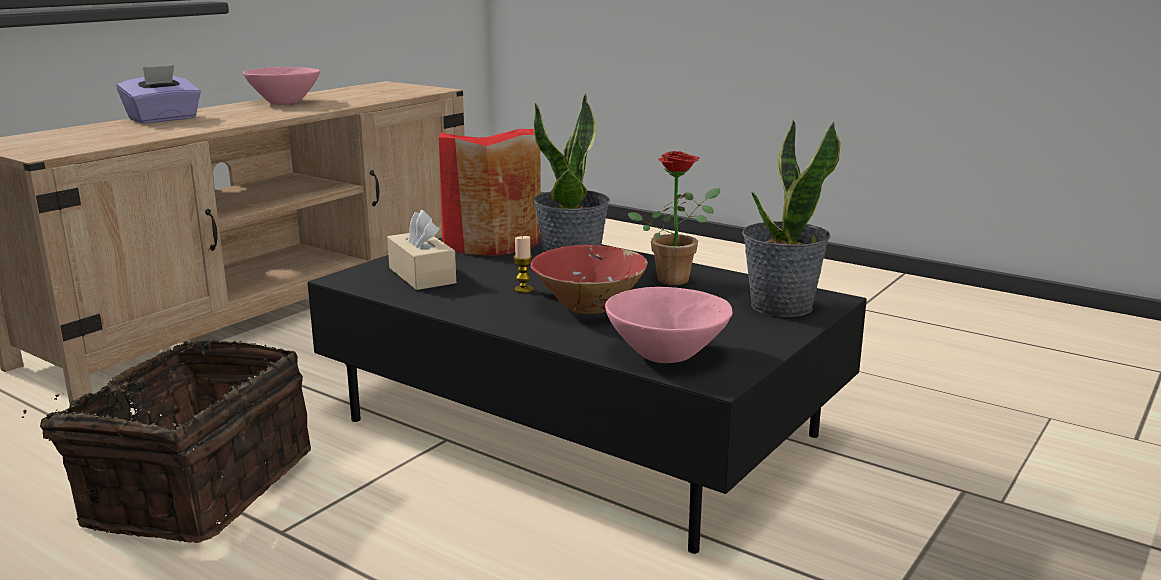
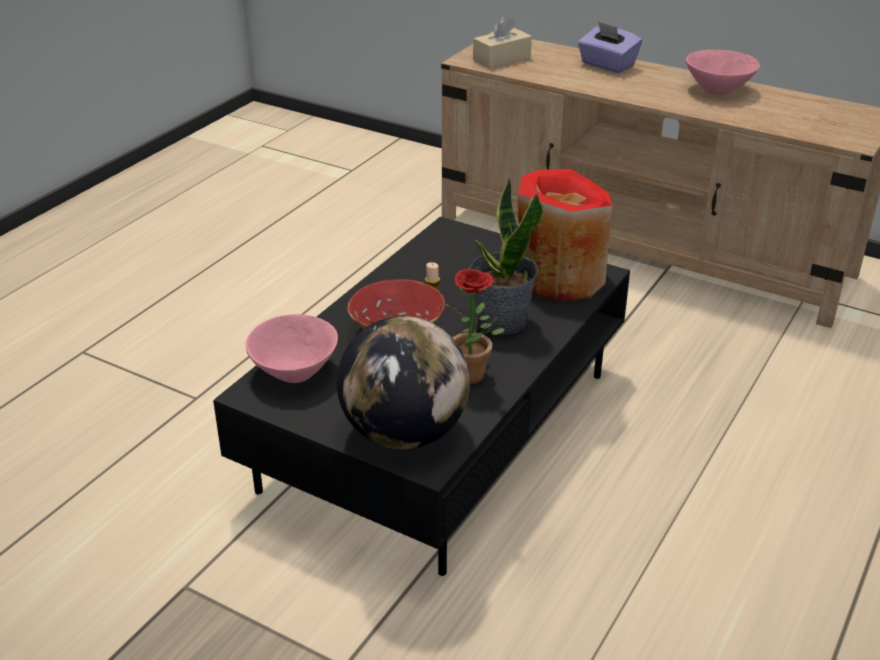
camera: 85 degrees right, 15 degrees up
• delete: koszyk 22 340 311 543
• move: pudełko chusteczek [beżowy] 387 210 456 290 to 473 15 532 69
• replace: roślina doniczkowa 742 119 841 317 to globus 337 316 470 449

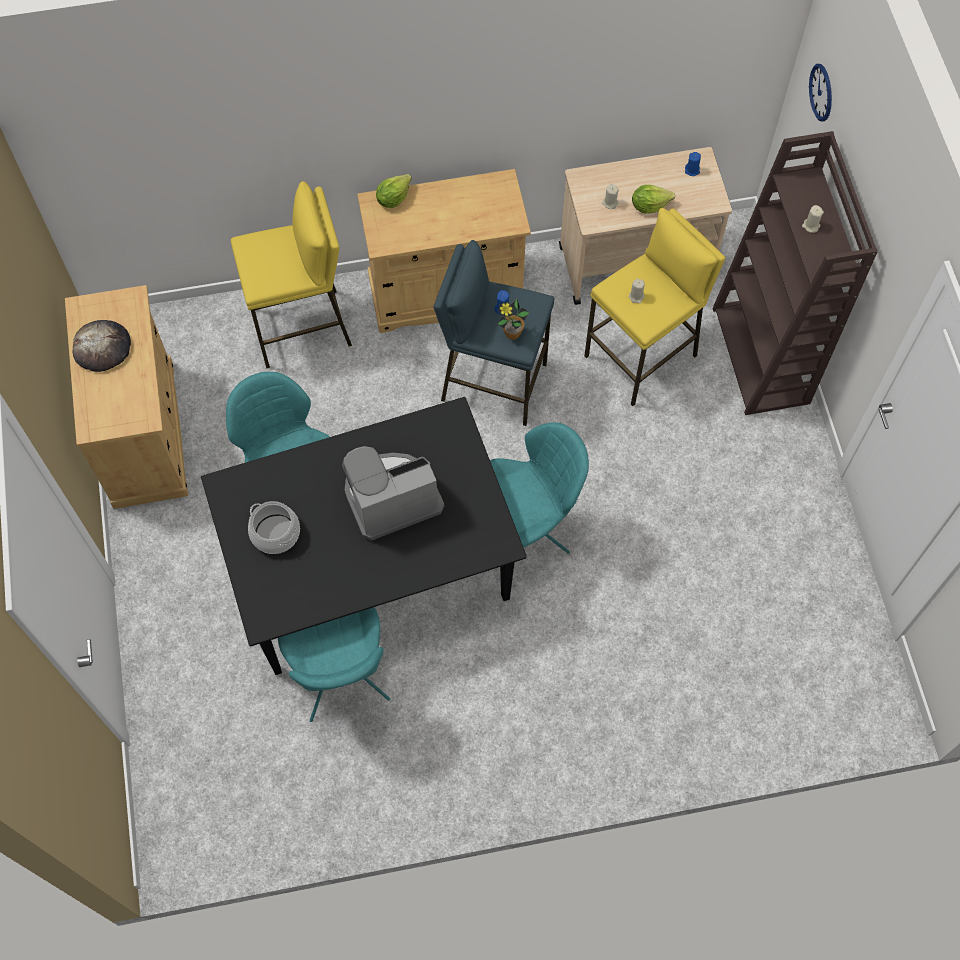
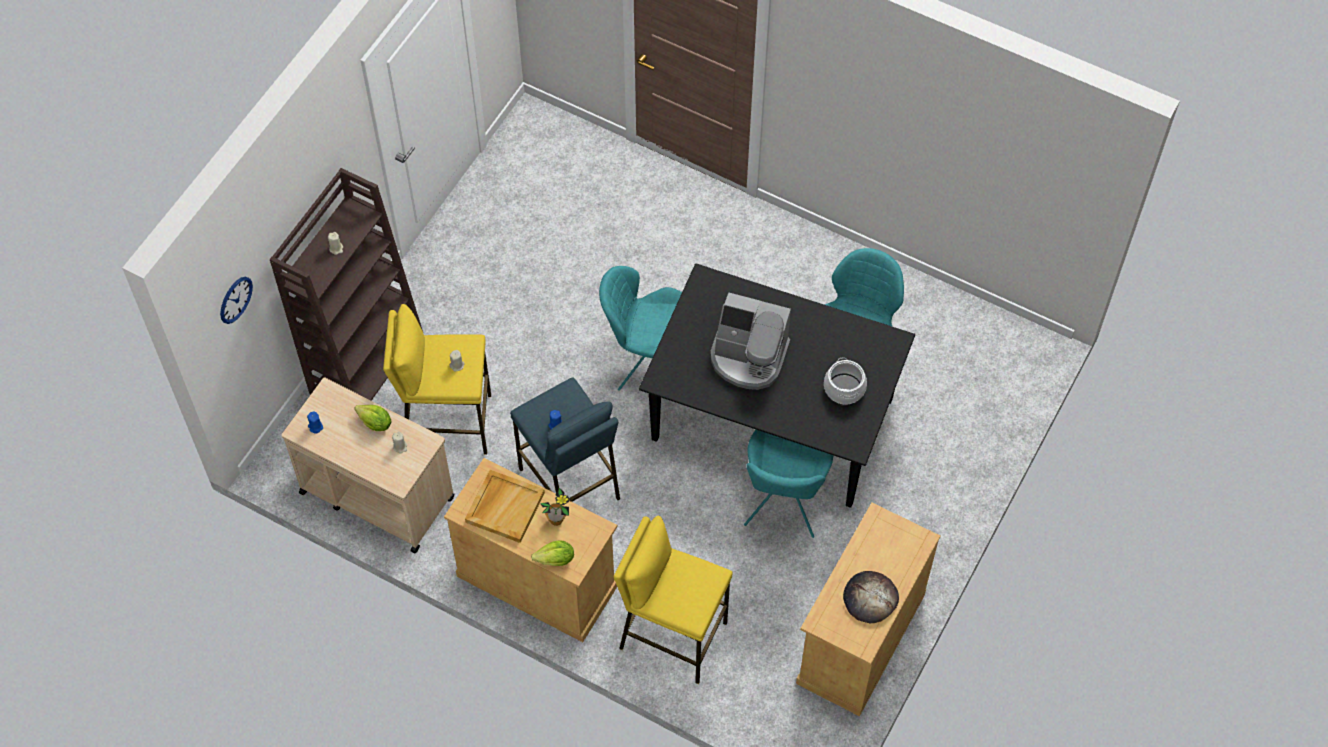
camera: 140 degrees left, 5 degrees down
• move: roślina doniczkowa 498 299 529 340 to 540 488 569 526
• insert: taca [beżowy] 465 470 545 543

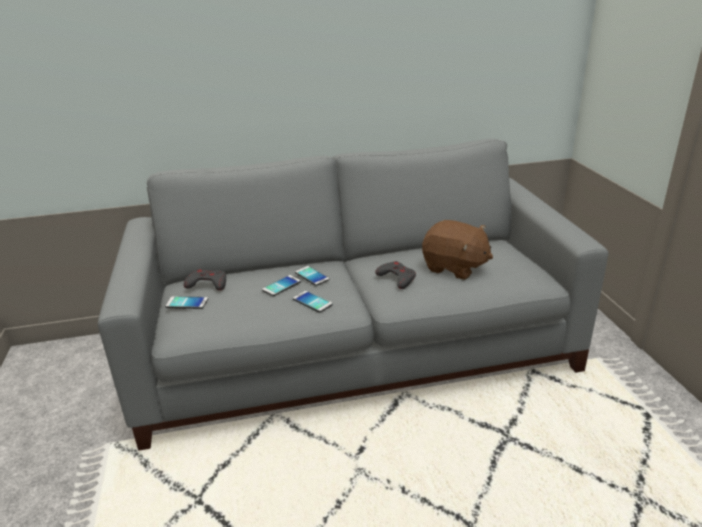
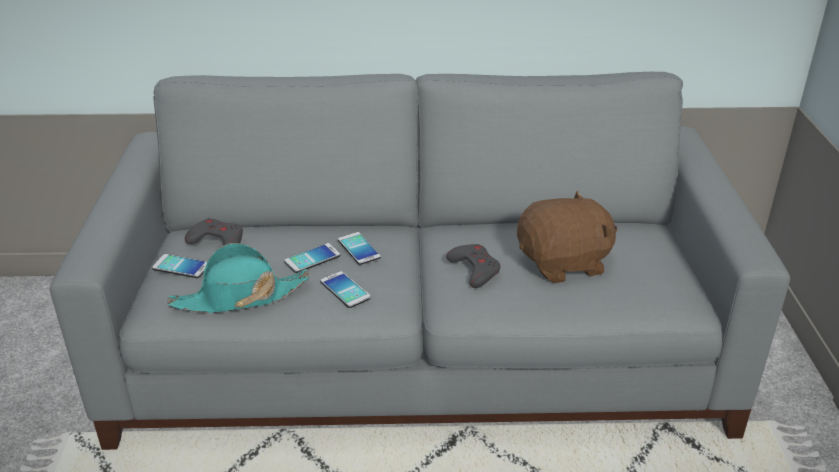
camera: 10 degrees right, 5 degrees up
• rotate: pluszak [brązowy] 422 220 493 280 = 517 191 617 283 60 degrees counterclockwise
• insert: kapelusz [turkusowy] 167 243 310 313

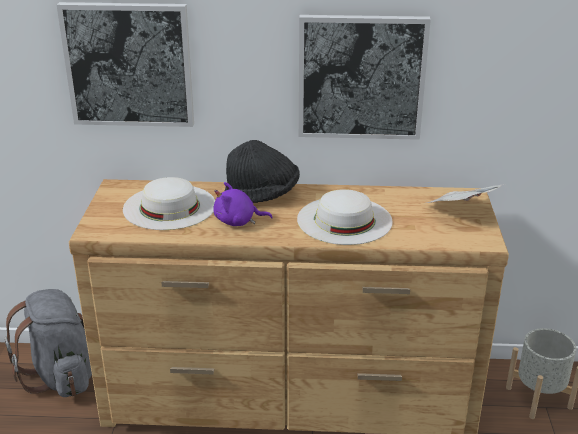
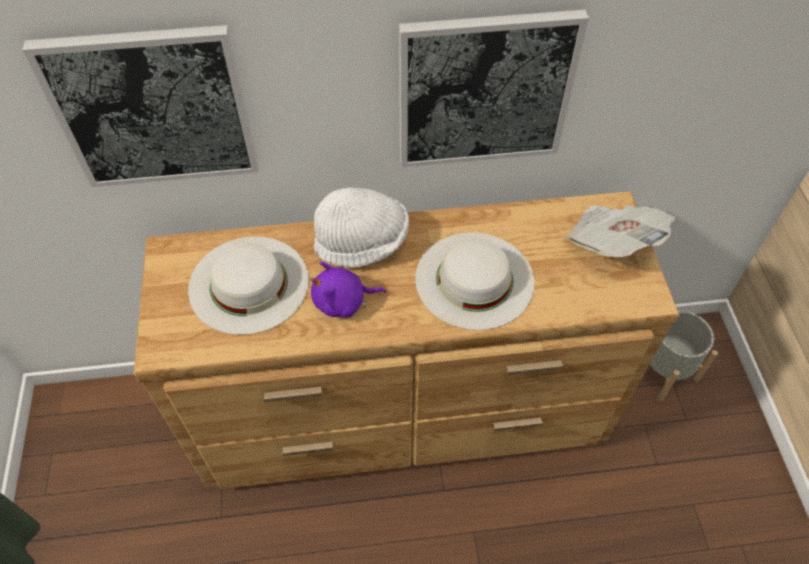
camera: 10 degrees left, 25 degrees up
• delete: plecak [szary] 5 289 92 397
• recolor: kapelusz [czarny] 225 140 300 203 to kapelusz [biały] 314 187 409 268

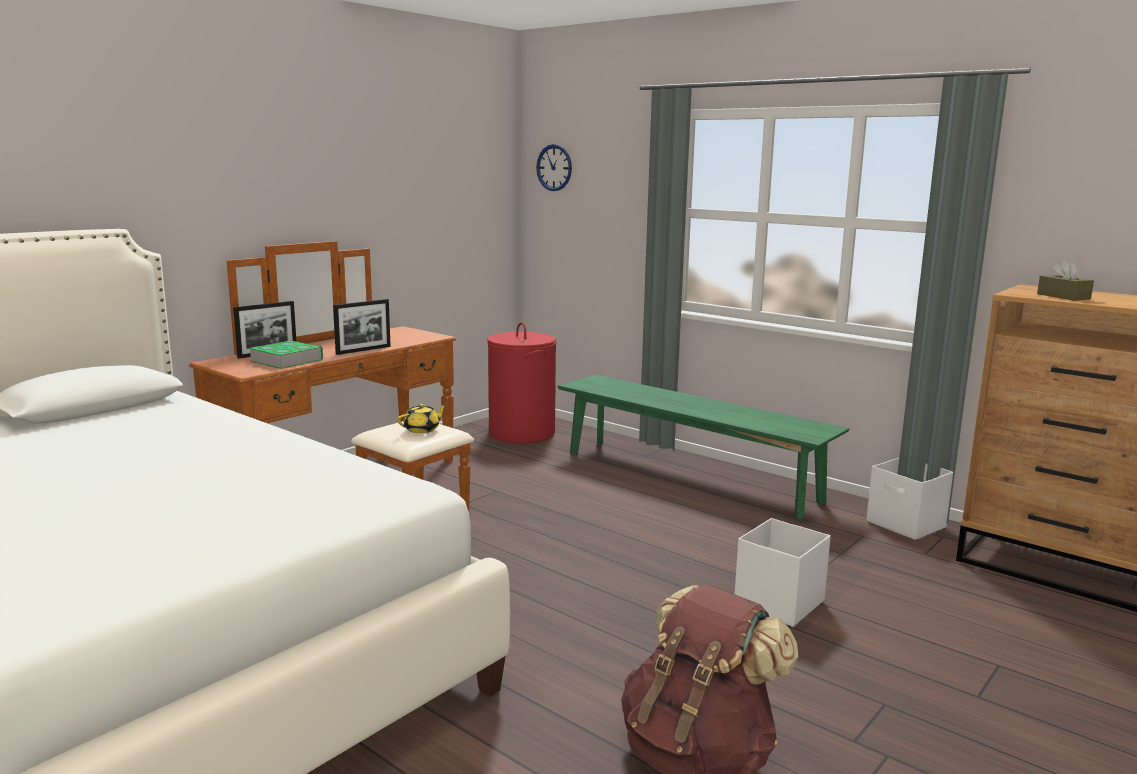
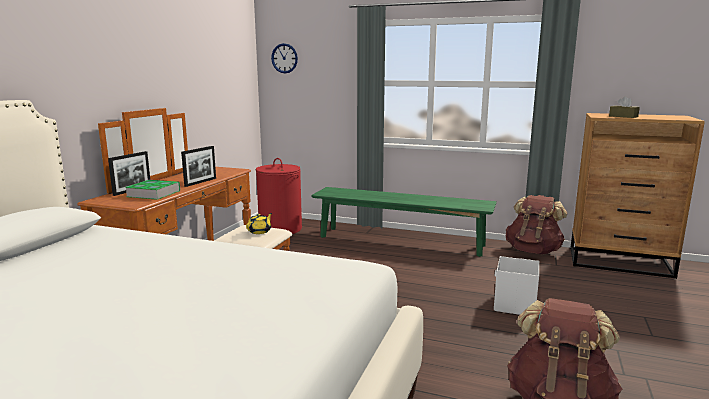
camera: 20 degrees left, 0 degrees up
• replace: pojemnik do przechowywania [biały] 866 458 953 540 to plecak [brązowy] 506 195 567 254

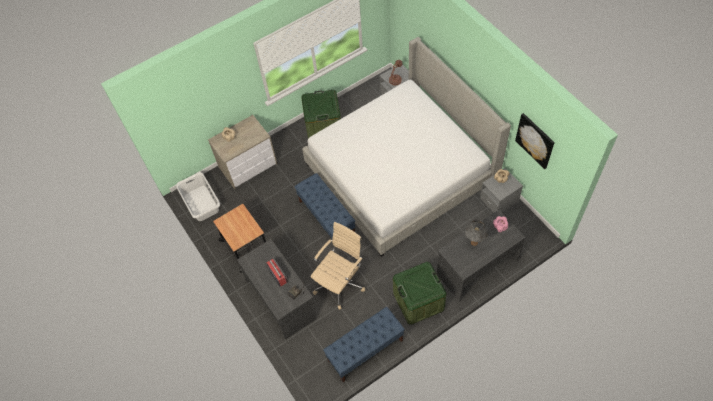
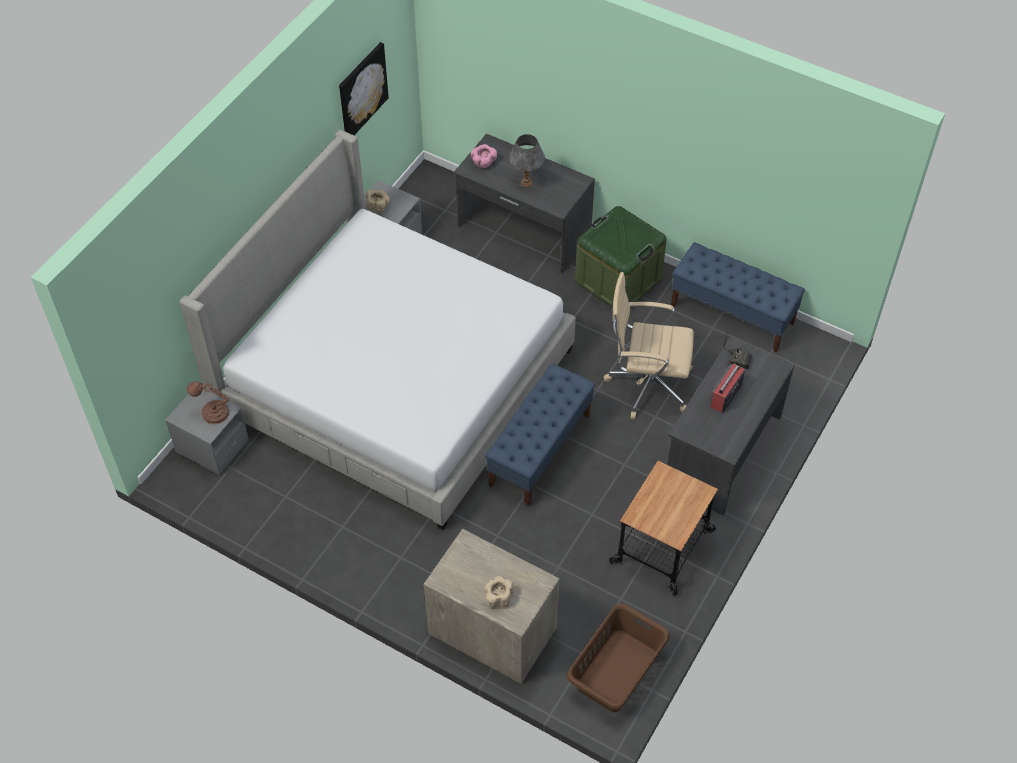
camera: 120 degrees left, 5 degrees down
• recolor: kosz na pranie [biały] 176 172 220 221 to kosz na pranie [brązowy] 567 603 670 712
• delete: pojemnik do przechowywania [zielony] 301 90 341 138

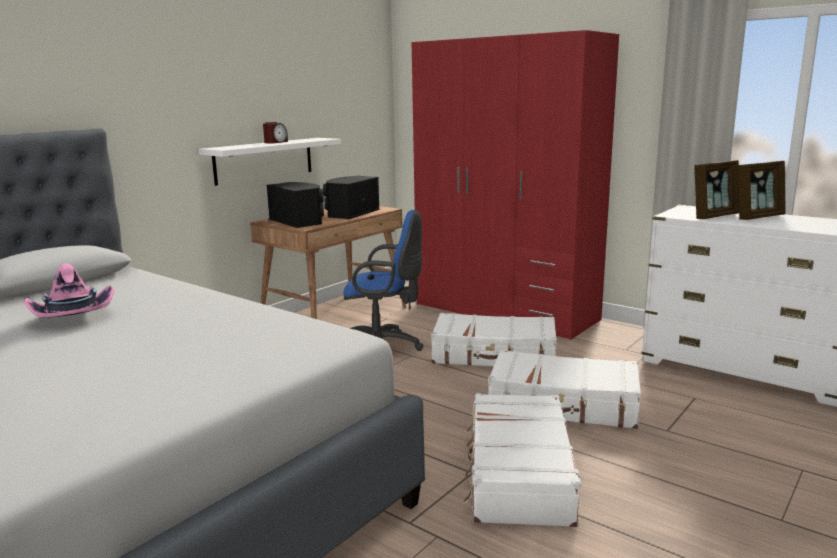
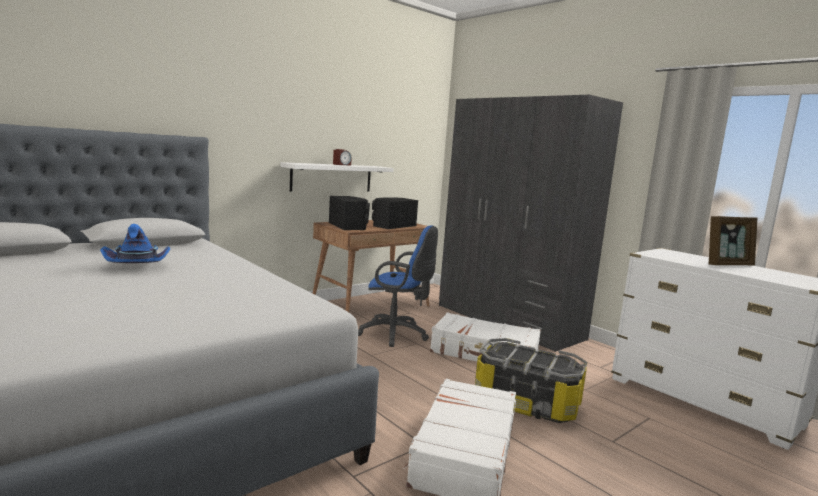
camera: 10 degrees right, 5 degrees down
• recolor: kapelusz [różowy] 24 263 115 318 to kapelusz [niebieski] 100 224 170 263
• recolor: szafa [czerwony] 412 30 619 340 to szafa [szary] 439 95 623 352
• replace: walizka [biały] 488 350 641 429 to pojemnik do przechowywania 475 338 587 423
• delete: ramka na zdjęcie 694 160 739 219

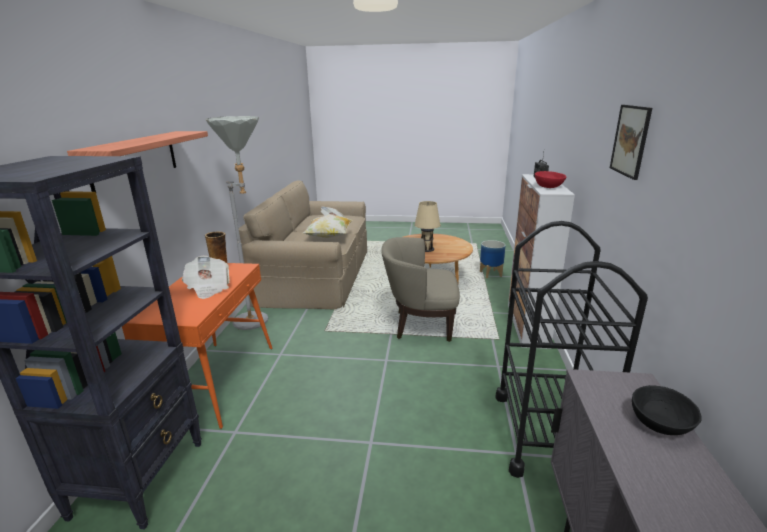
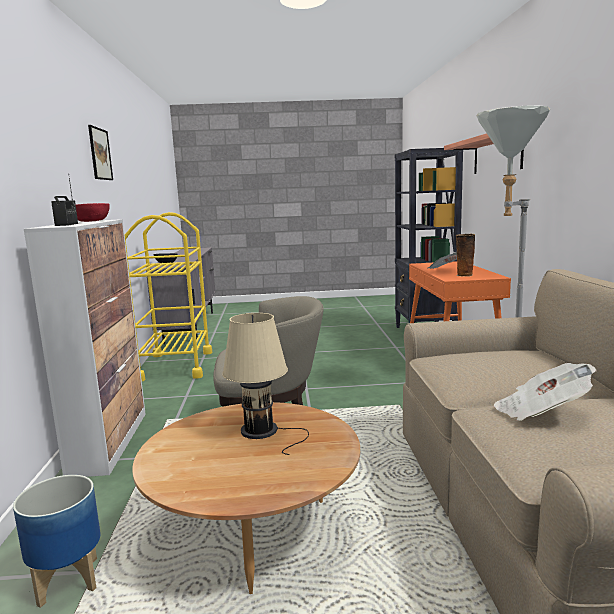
camera: 170 degrees right, 10 degrees down
• delete: poduszka 303 214 353 238
• recolor: wózek [czarny] 495 221 648 478 to wózek [żółty] 124 212 212 381

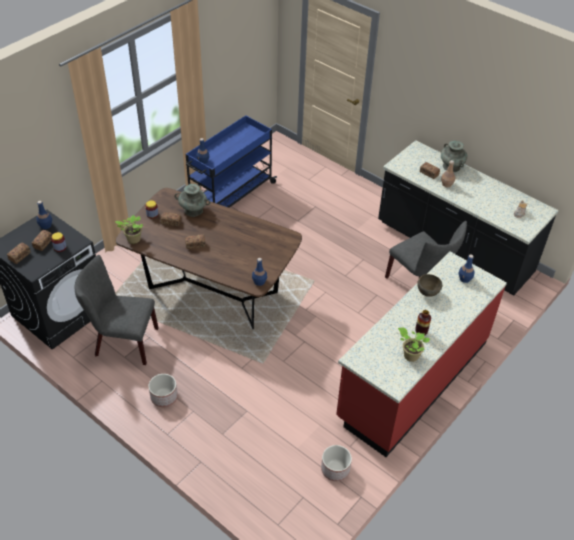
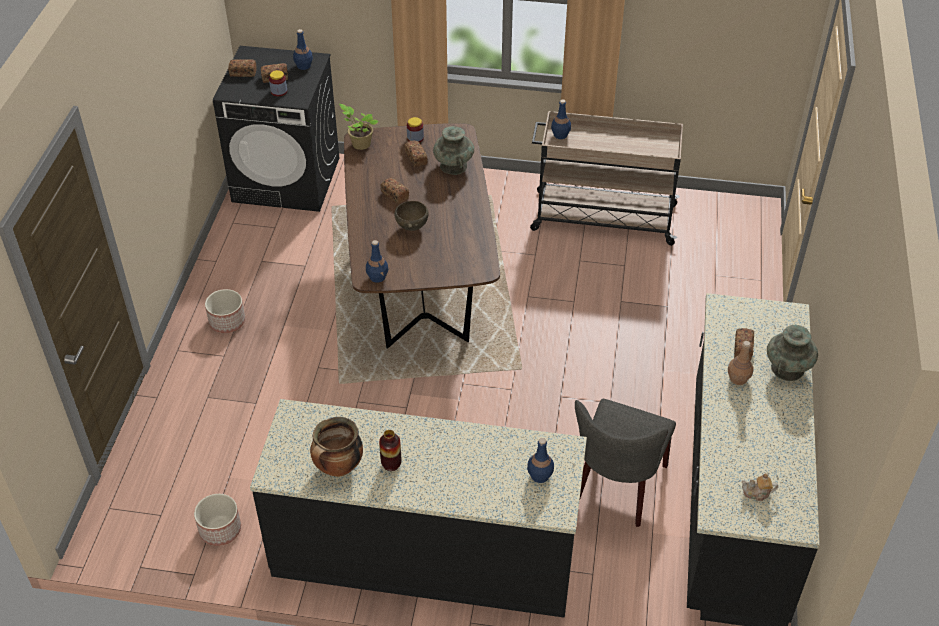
camera: 60 degrees right, 0 degrees up
• delete: krzesło [szary] 75 255 158 365
• recolor: wózek [niebieski] 186 115 277 208 to wózek [beżowy] 530 111 683 246
• recolor: zabudowa kuchenna [czerwony] 336 252 507 457 to zabudowa kuchenna [czarny] 250 399 587 618
• replace: roślina doniczkowa 398 327 430 362 to garnek 310 417 363 477
• move: miska [brązowy] 417 274 442 297 to 395 201 429 231

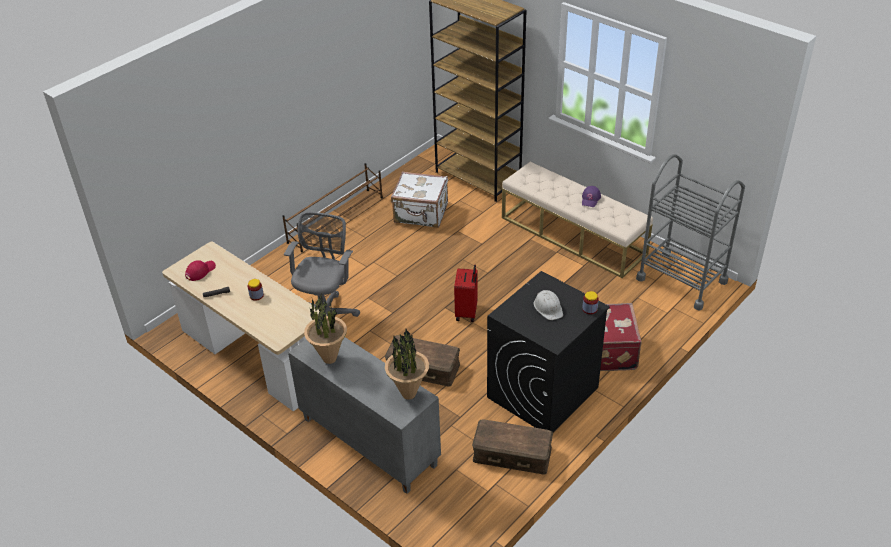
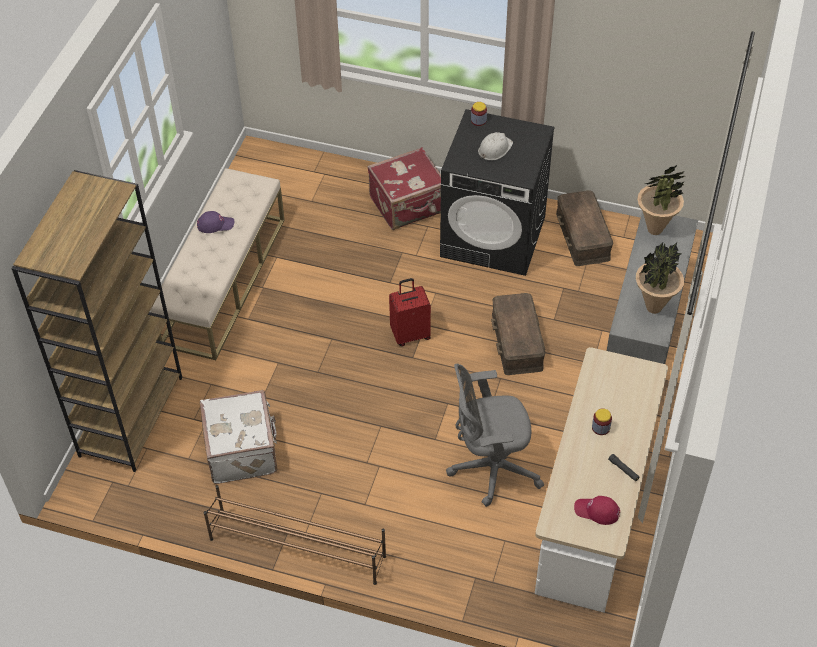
camera: 115 degrees left, 10 degrees up
• delete: wózek [szary] 636 154 745 311

